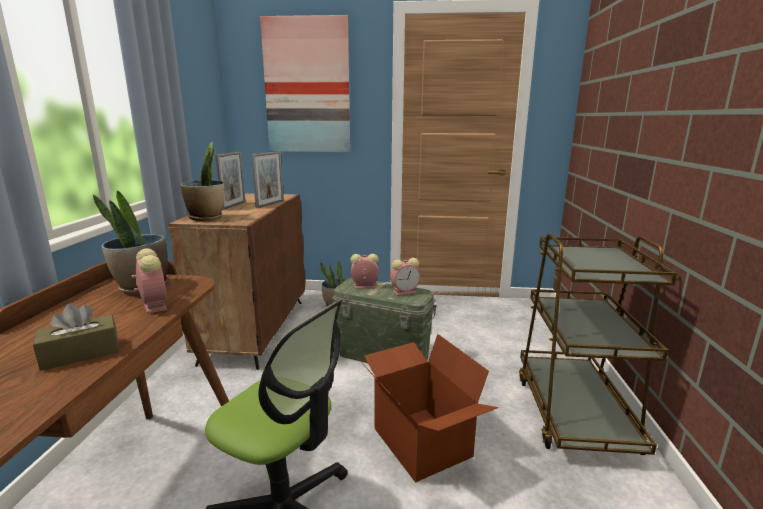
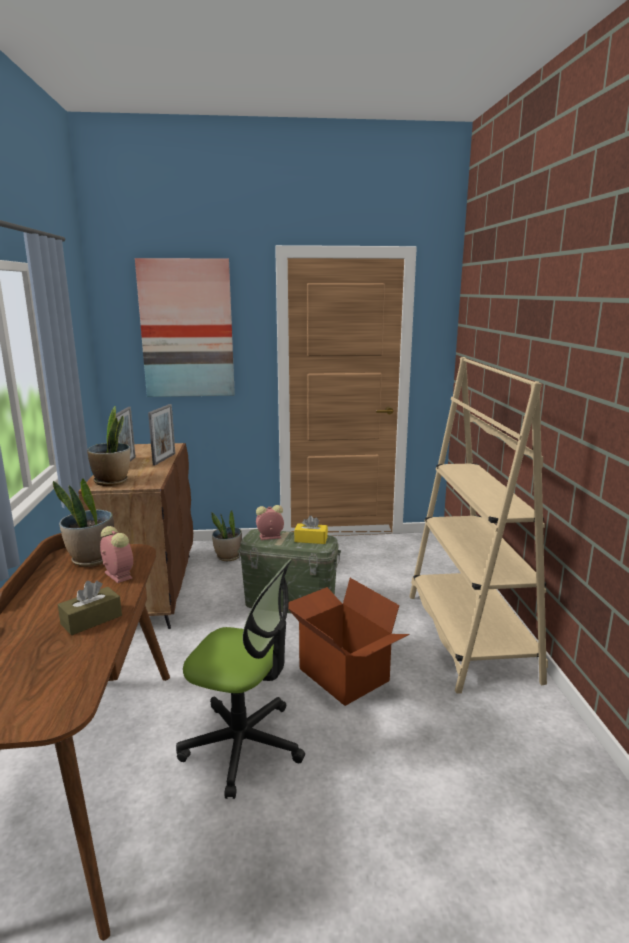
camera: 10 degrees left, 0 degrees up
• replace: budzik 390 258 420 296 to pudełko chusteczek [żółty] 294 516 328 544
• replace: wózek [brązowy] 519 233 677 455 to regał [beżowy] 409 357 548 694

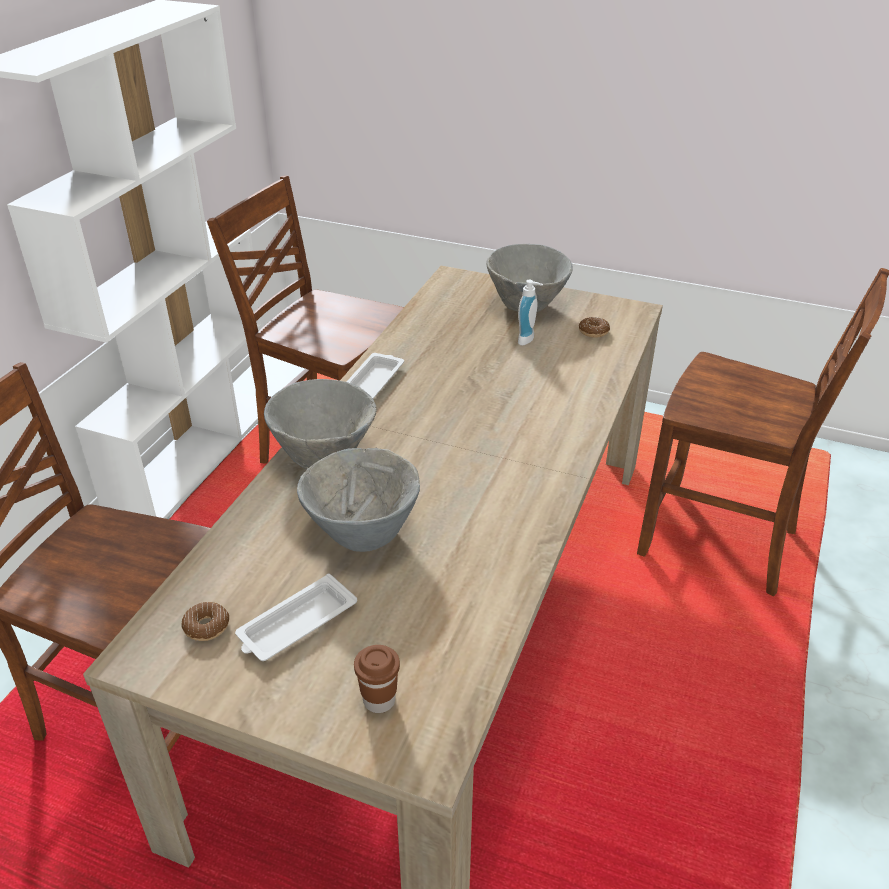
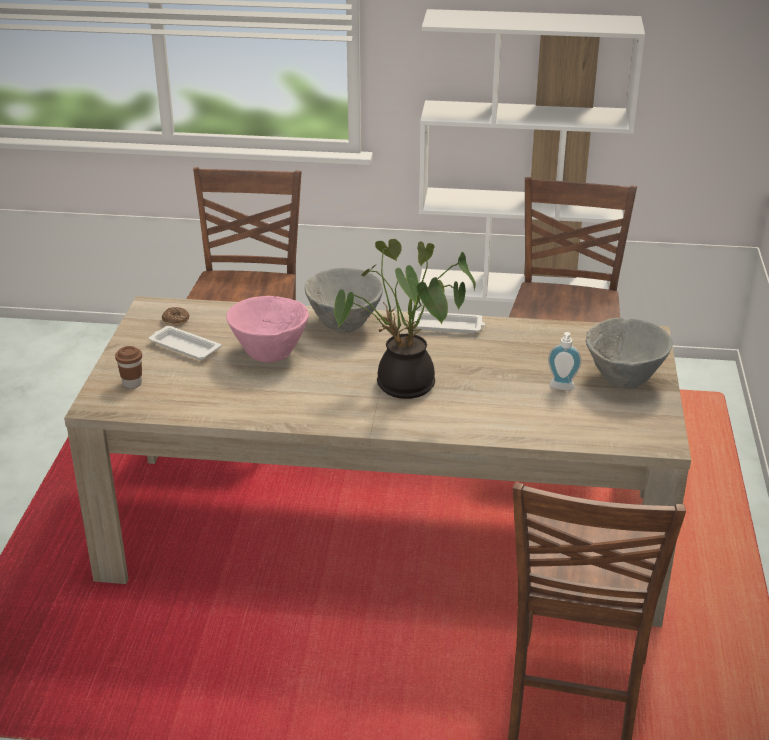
camera: 75 degrees right, 5 degrees down
• recolor: miska [szary] 297 447 420 552 to miska [różowy] 226 296 309 362
• delete: donut 579 317 610 338
• insert: roślina doniczkowa 334 239 476 399

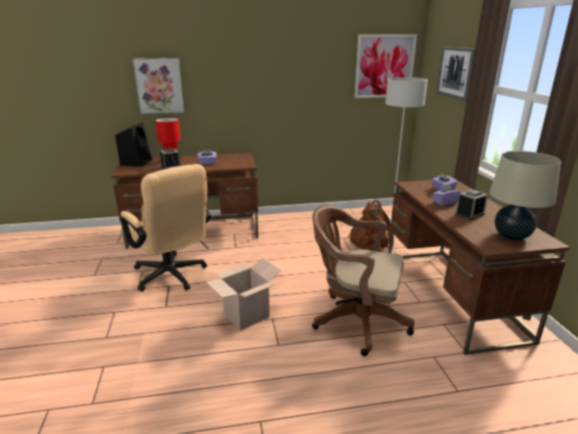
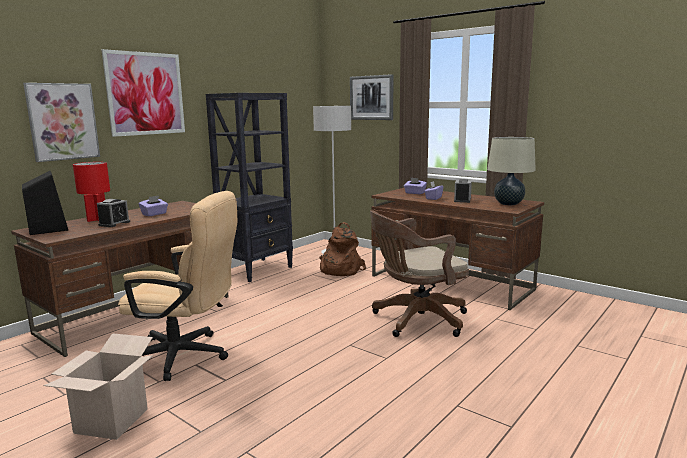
camera: 40 degrees left, 10 degrees down
• move: karton 205 258 281 330 to 44 333 153 440
• move: obraz 354 34 417 98 to 101 49 185 137
• insert: regał [czarny] 206 93 293 282

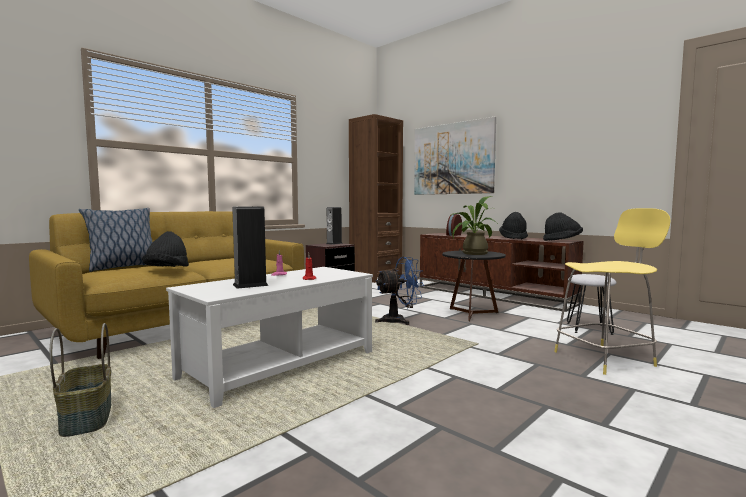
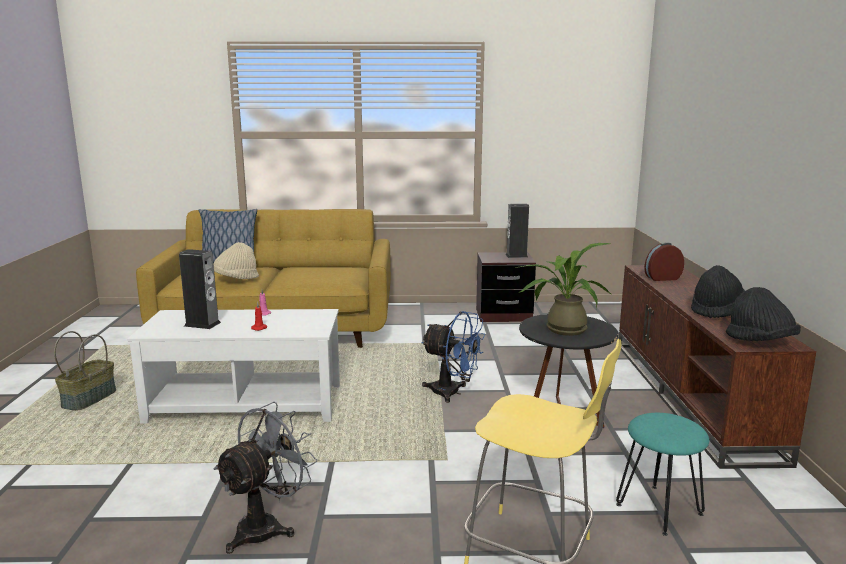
camera: 45 degrees right, 10 degrees up
• recolor: kapelusz [czarny] 142 231 189 267 to kapelusz [beżowy] 214 242 259 279
• delete: regał [brązowy] 349 114 403 283
• delete: obraz 414 117 496 195
• recolor: stołek [biały] 567 274 616 335 to stołek [turkusowy] 616 413 709 536
• insert: wentylator [szary] 213 402 317 554

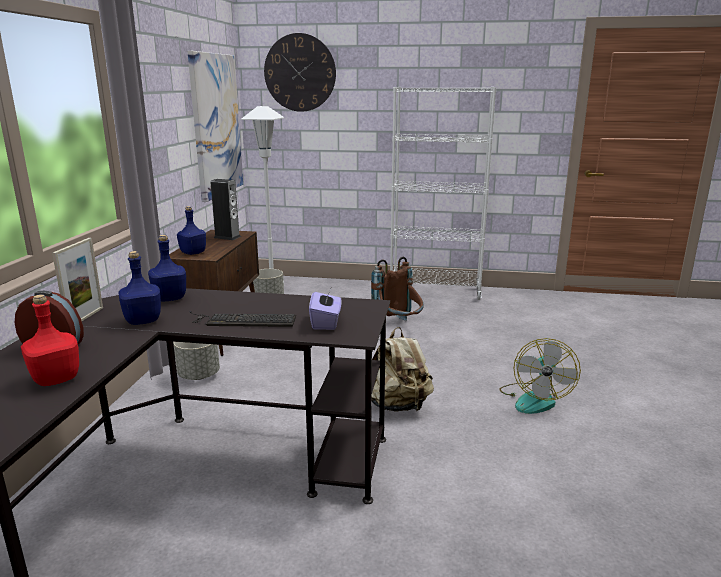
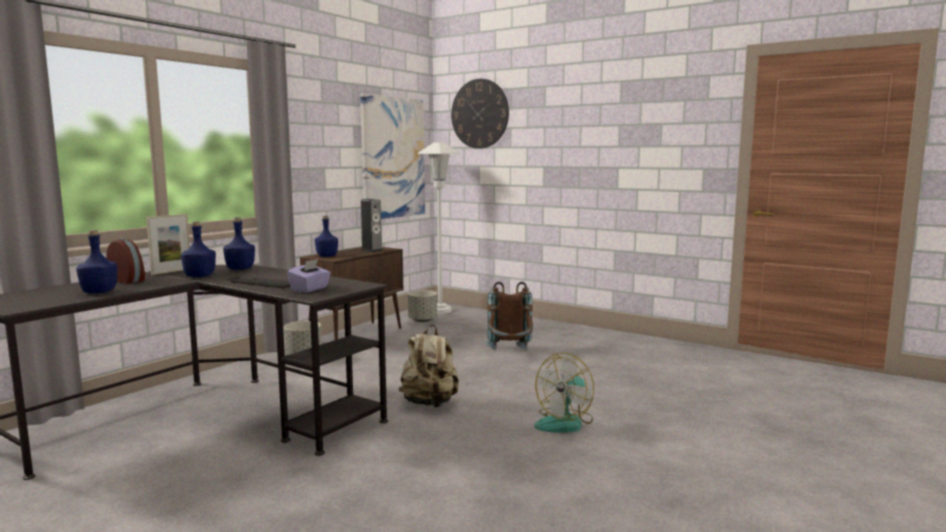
camera: 25 degrees right, 10 degrees down
• recolor: butelka [czerwony] 21 294 79 386 to butelka [niebieski] 76 230 117 293
• delete: regał [biały] 390 87 496 300

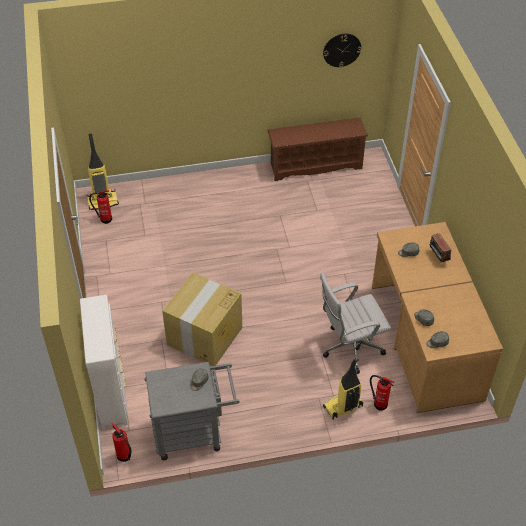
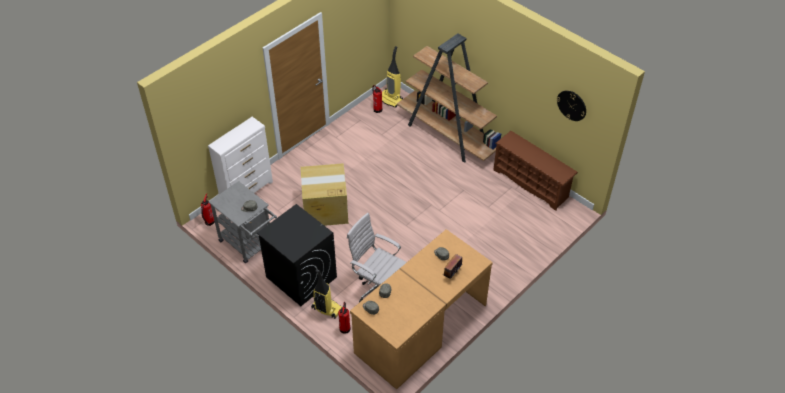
camera: 55 degrees right, 0 degrees up
• insert: pralka [czarny] 257 204 337 306
• insert: regał [brązowy] 397 33 501 163

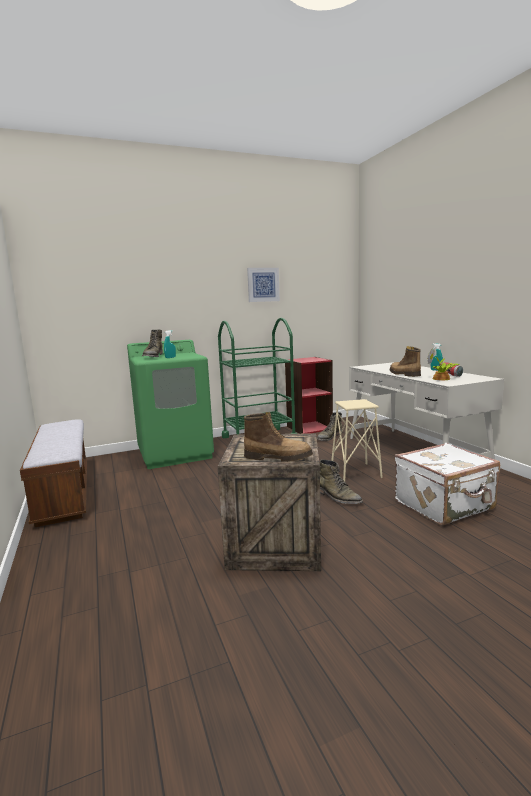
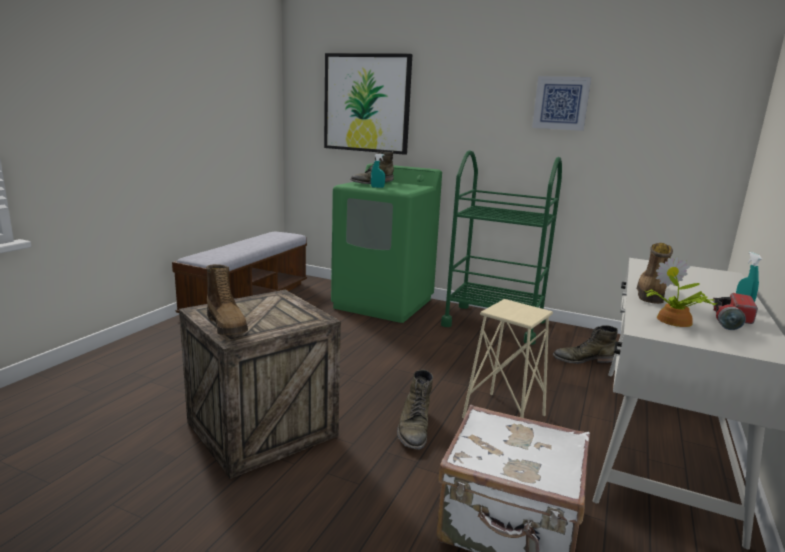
camera: 45 degrees right, 5 degrees up
• delete: regał [czerwony] 285 357 333 434
• insert: obraz 324 53 412 155

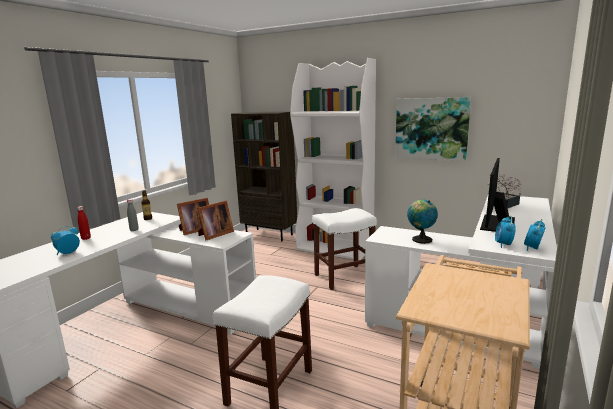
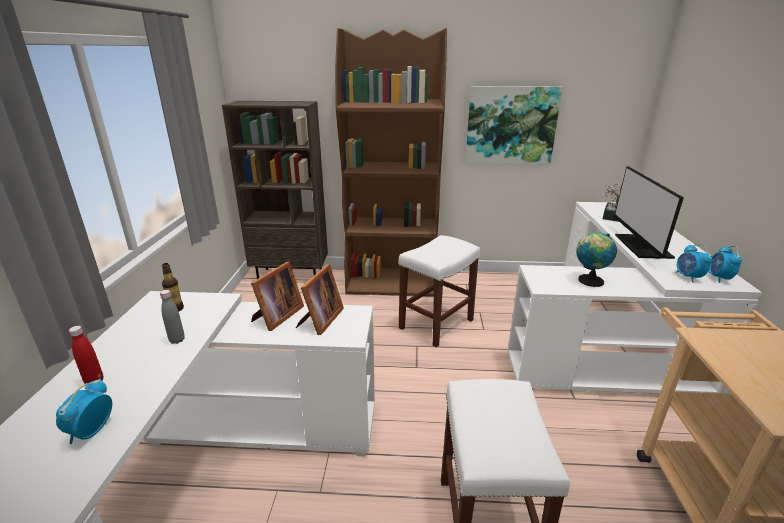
camera: 25 degrees left, 10 degrees up
• recolor: regał [biały] 290 58 376 260 to regał [brązowy] 335 28 447 296

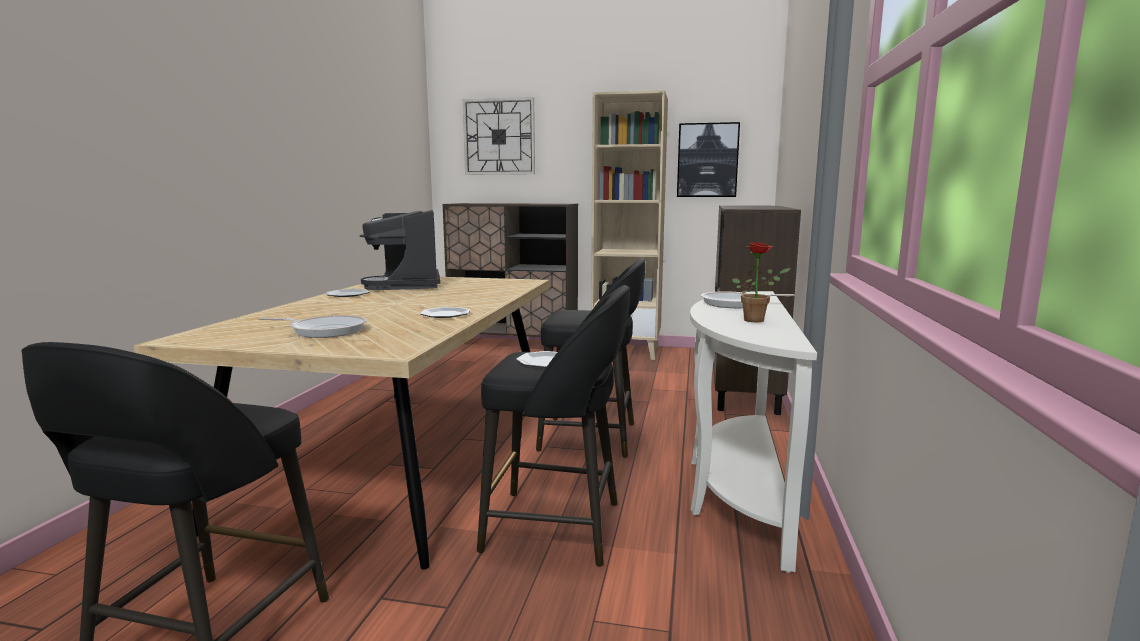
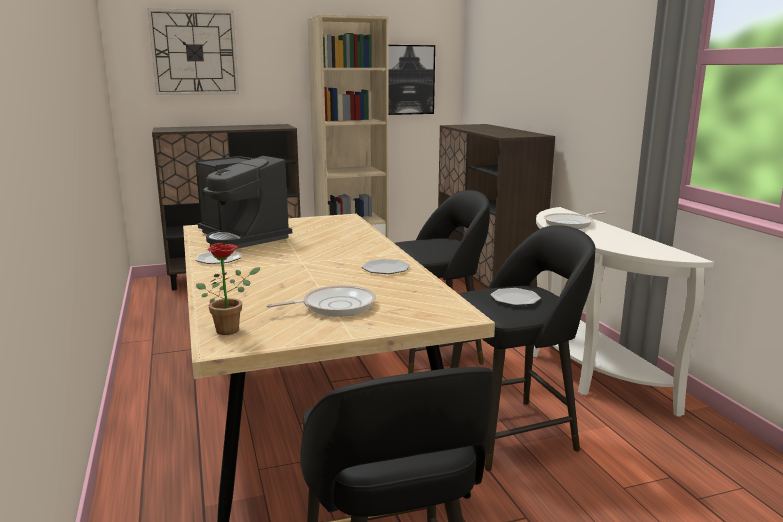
camera: 30 degrees left, 5 degrees up
• move: roślina doniczkowa 732 242 790 322 to 196 243 261 335

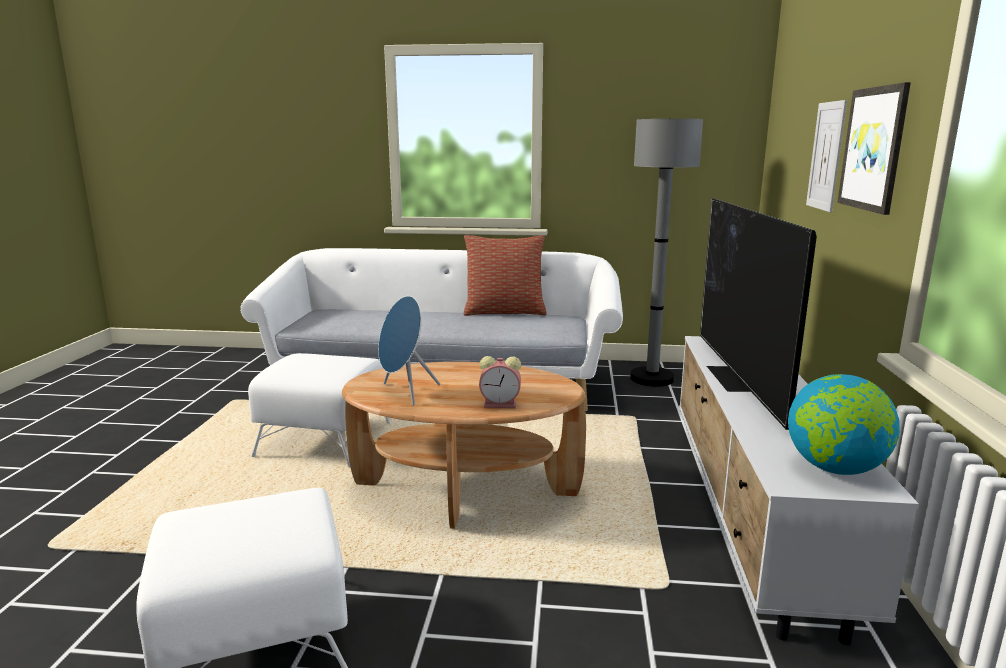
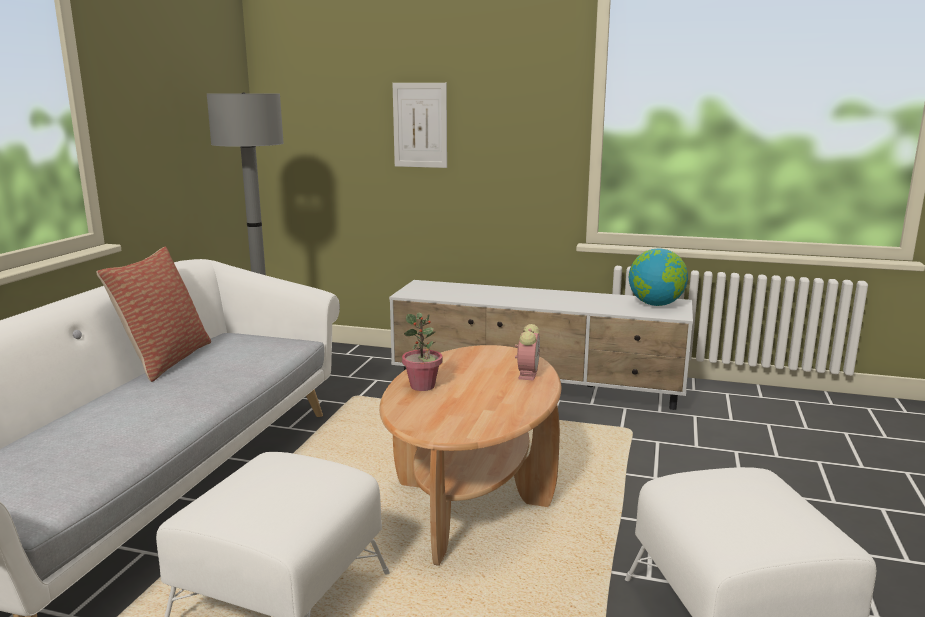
camera: 80 degrees left, 0 degrees up
• delete: głośnik [niebieski] 378 296 441 406
• delete: telewizor 700 198 817 430
• delete: obraz 837 82 911 215
• insert: roślina doniczkowa 402 312 442 391

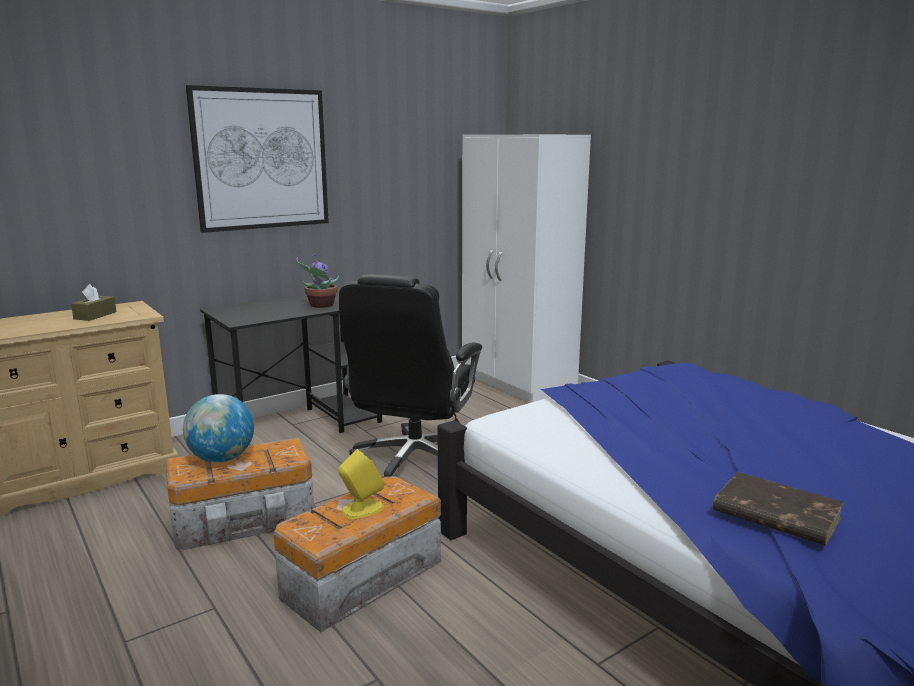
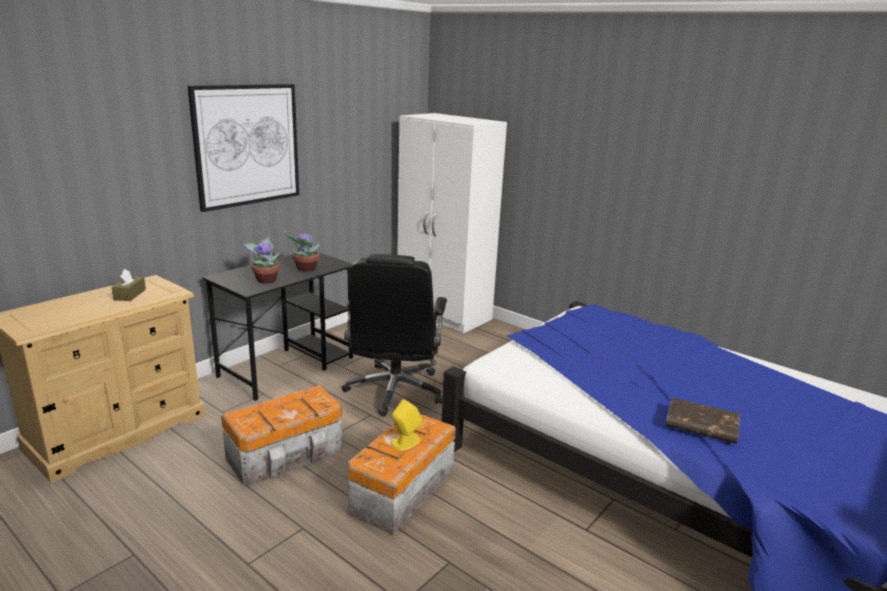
camera: 15 degrees left, 5 degrees up
• delete: globus 183 394 254 463
• insert: roślina doniczkowa 241 234 280 283

